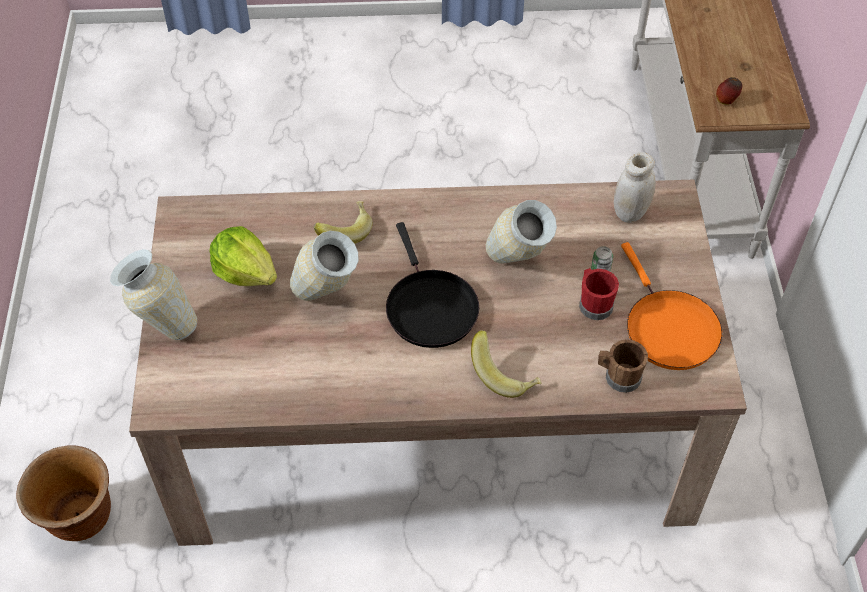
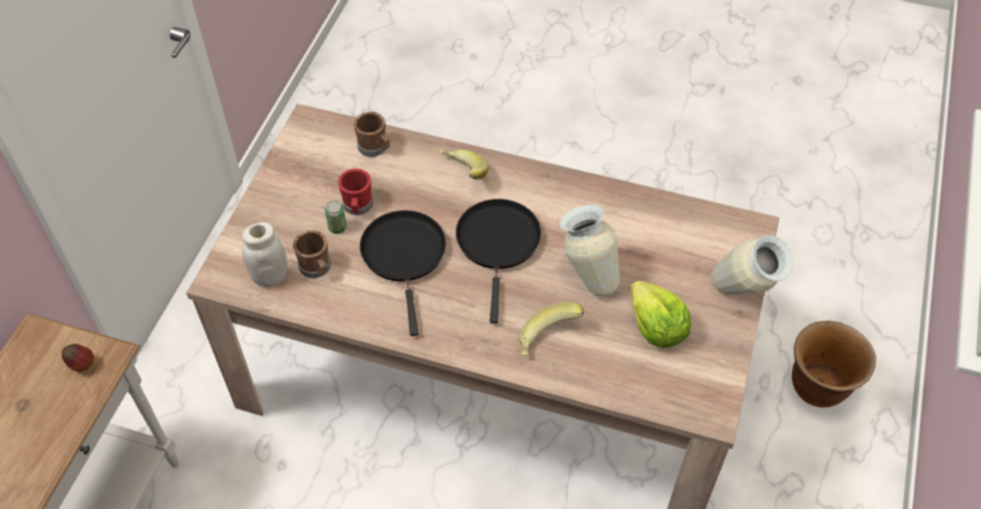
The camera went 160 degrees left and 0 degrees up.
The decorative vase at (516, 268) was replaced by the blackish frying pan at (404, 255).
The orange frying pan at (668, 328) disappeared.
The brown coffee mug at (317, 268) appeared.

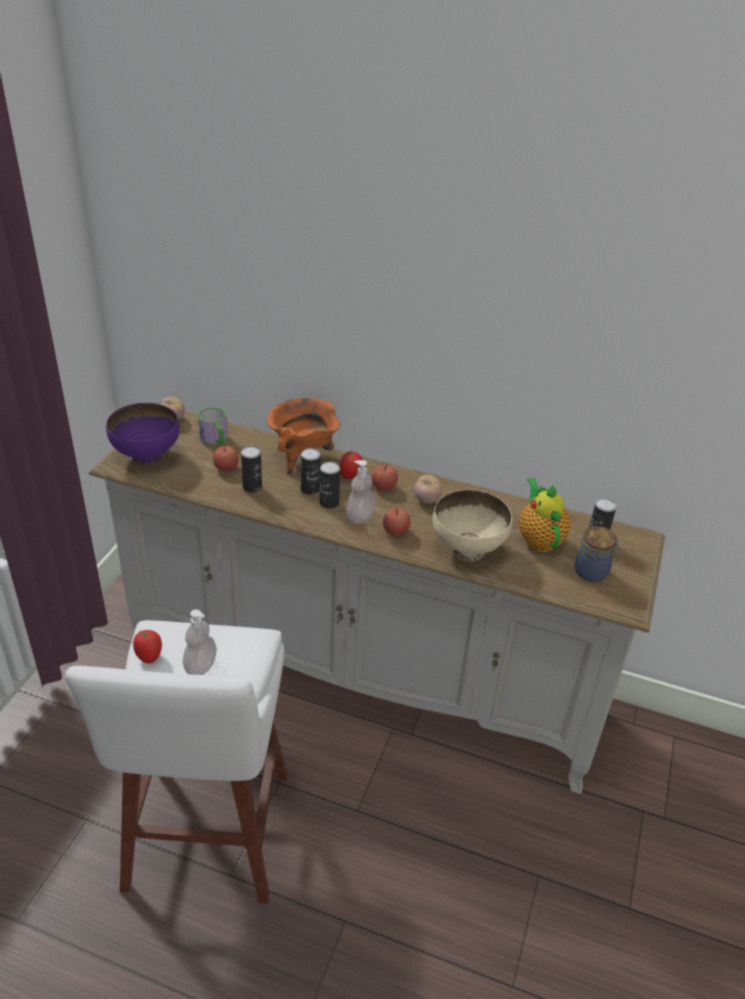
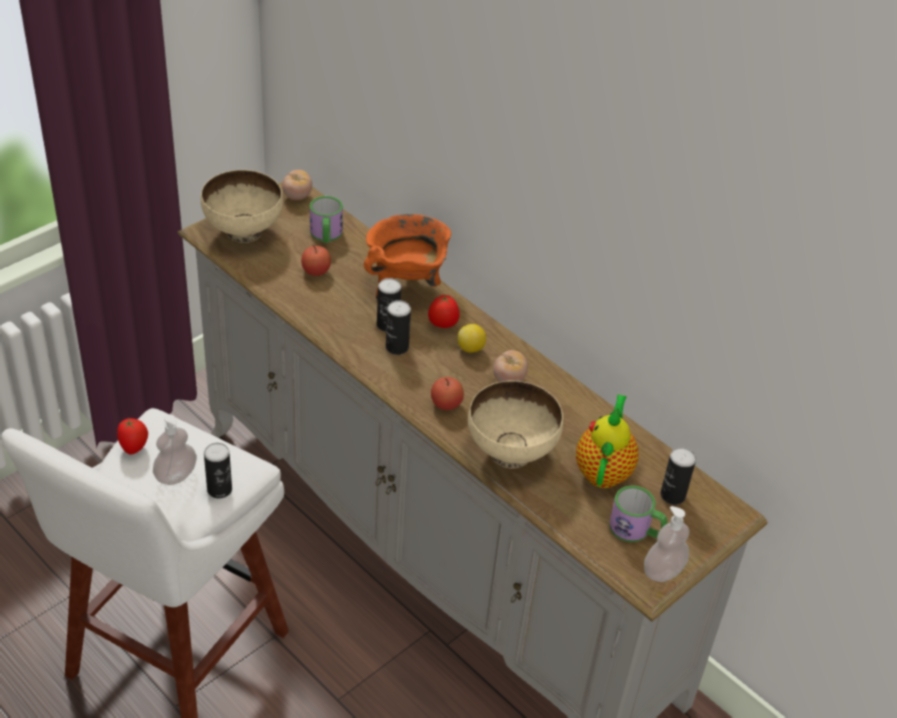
The camera went 25 degrees right and 5 degrees up.
The purple bowl at (146, 456) became the sand-coloured bowl at (243, 232).
The can moved from (252, 487) to (219, 489).
The soap dispenser moved from (359, 516) to (663, 571).
The whole apple at (384, 487) was replaced by the citrus fruit at (471, 348).
The storage jar at (592, 572) was replaced by the coffee mug at (636, 530).

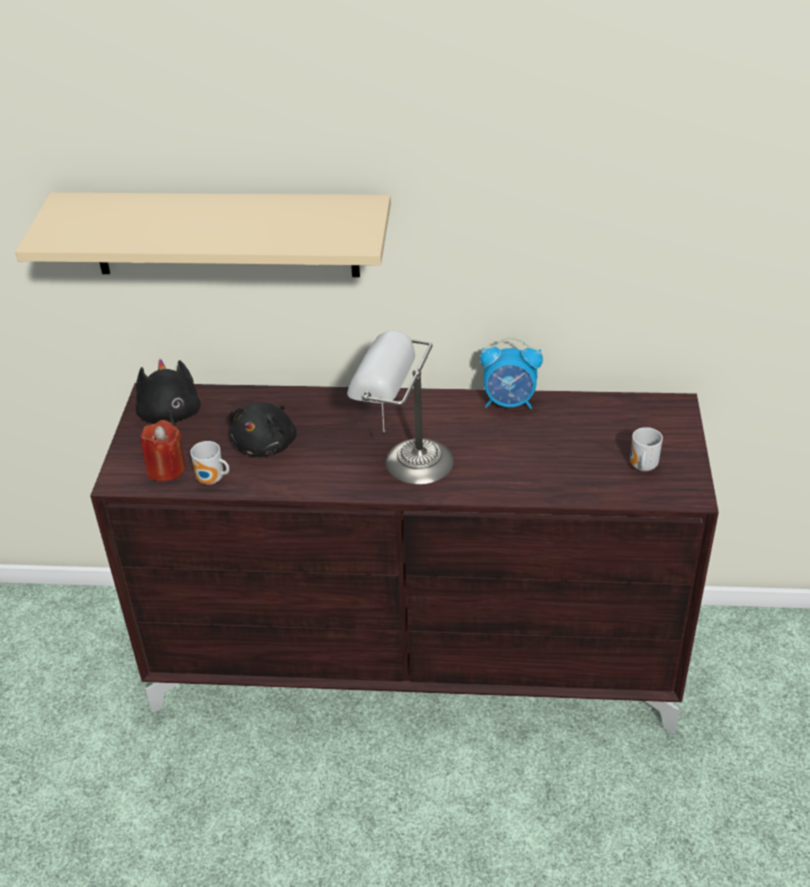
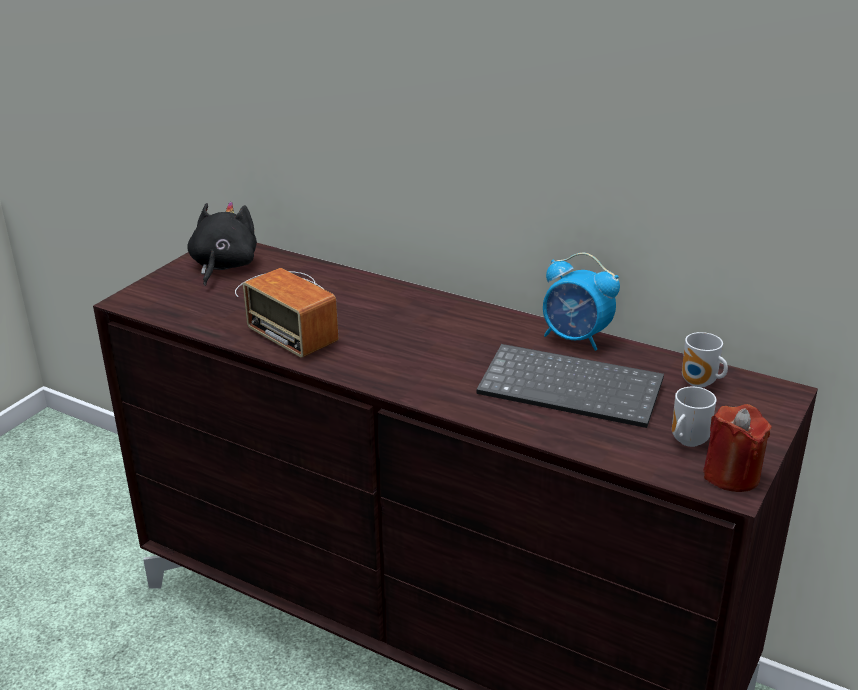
The camera went 25 degrees right and 10 degrees down.
The sand-coloured wall shelf at (224, 234) disappeared.
The reddish wax candle moved from (166, 469) to (731, 475).
The coffee mug moved from (212, 481) to (699, 384).
The blackish plush toy at (267, 445) was replaced by the radio set at (289, 309).
The whitish table lamp at (404, 459) disappeared.
The keyboard at (573, 388) appeared.

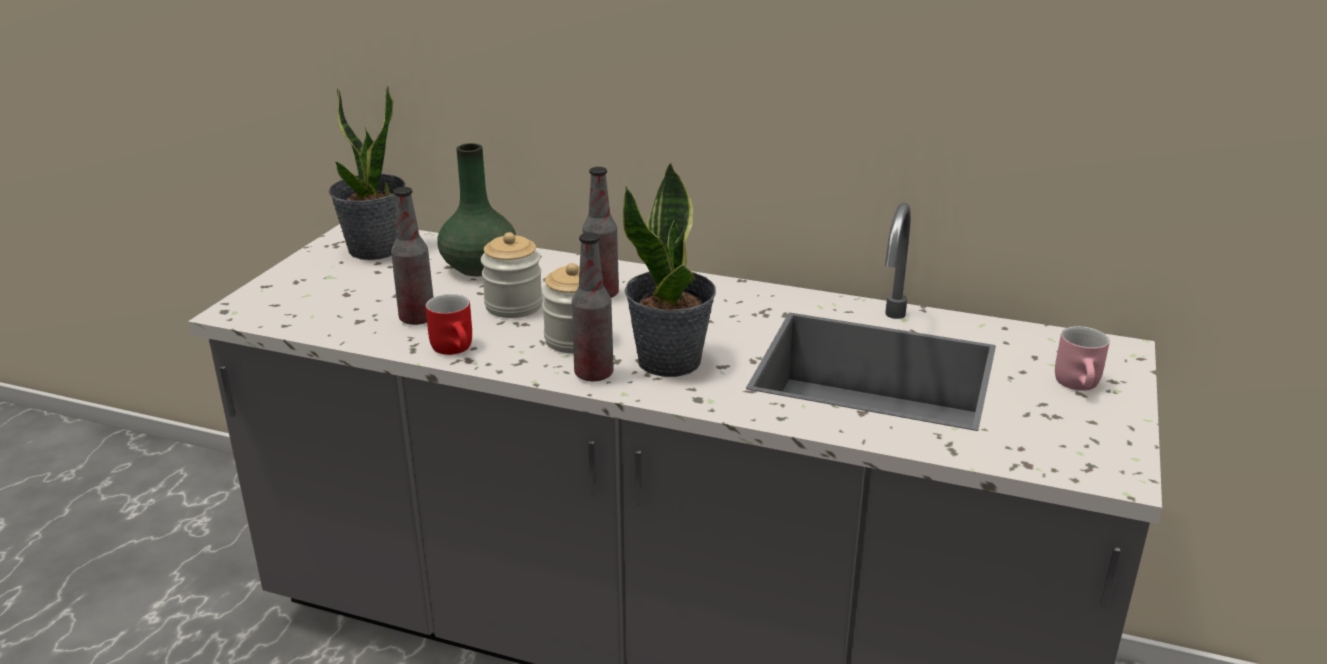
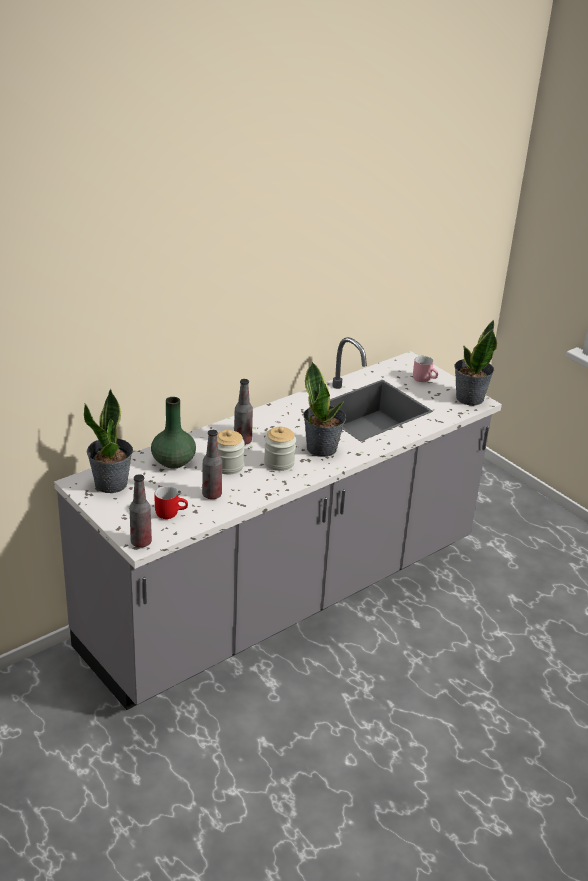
The camera went 60 degrees left and 5 degrees up.
The reddish coffee mug moved from (457, 348) to (170, 512).
The beverage bottle moved from (594, 374) to (141, 542).
The houseplant at (469, 398) appeared.

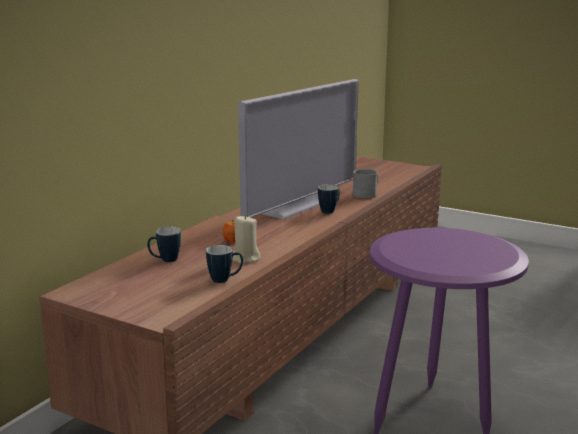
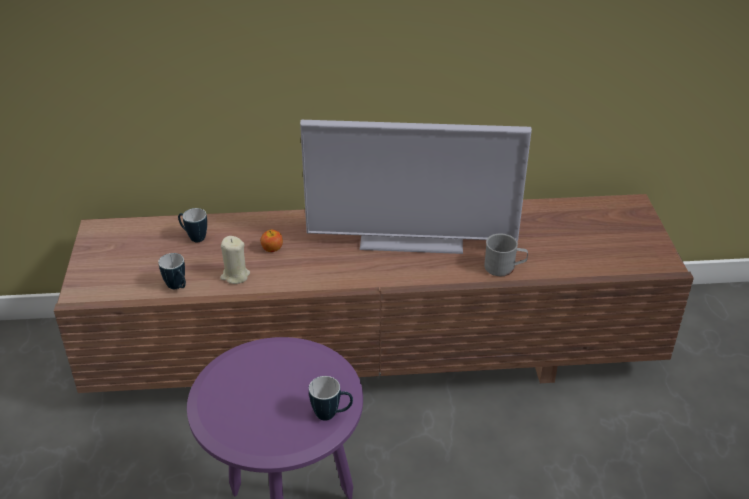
The camera went 55 degrees right and 20 degrees up.
The coffee mug moved from (330, 211) to (331, 414).

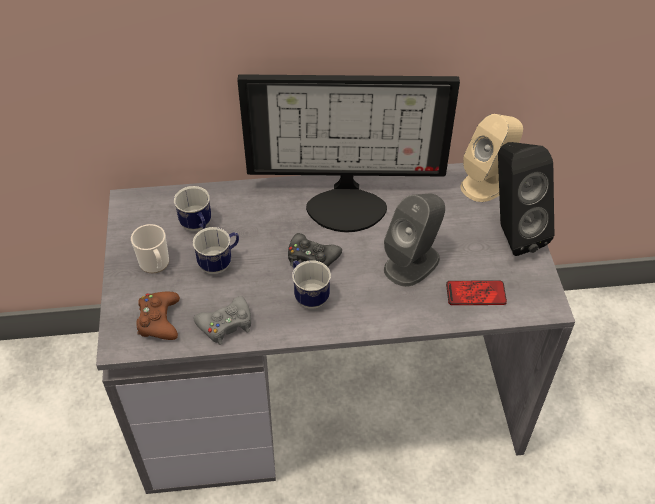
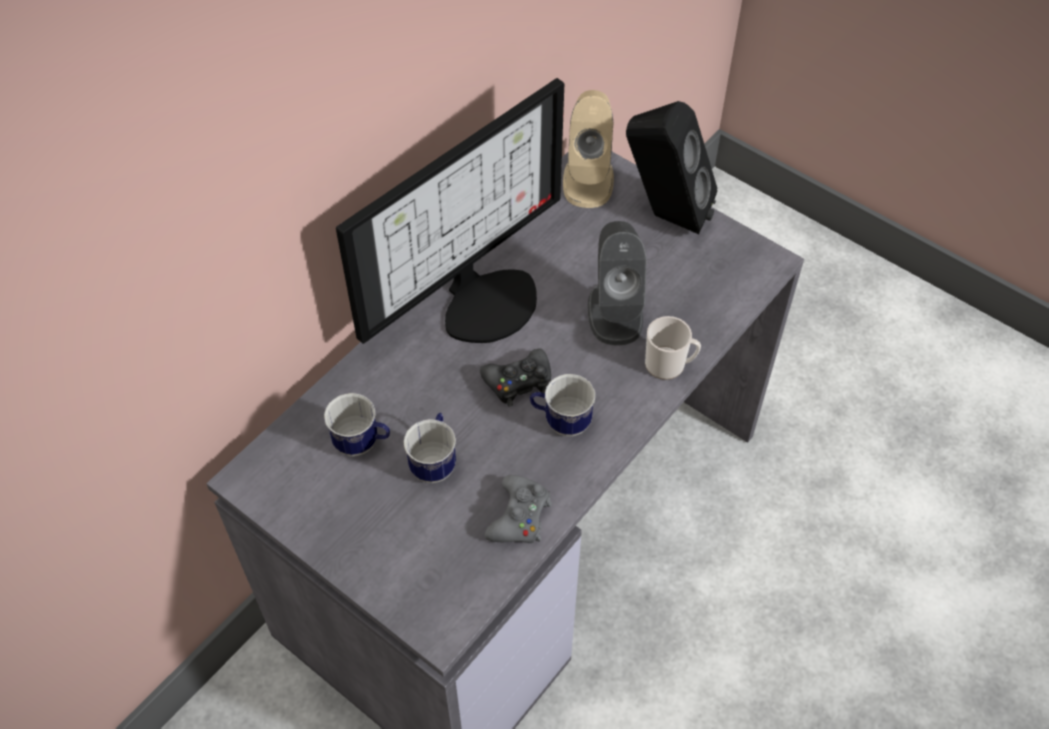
The camera went 45 degrees left and 5 degrees up.
The coffee mug moved from (155, 264) to (669, 365).
The brown game controller at (159, 320) disappeared.
The phone at (475, 293) disappeared.

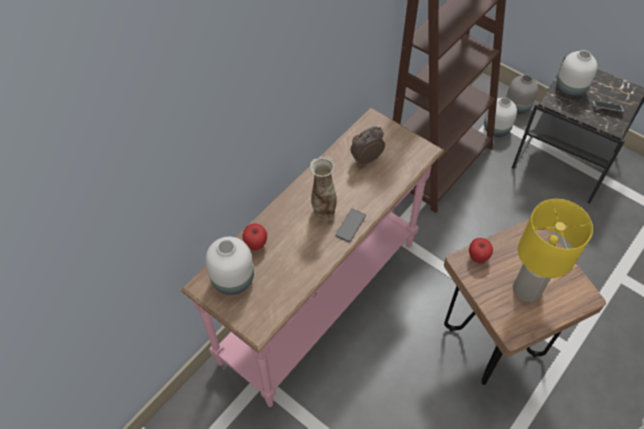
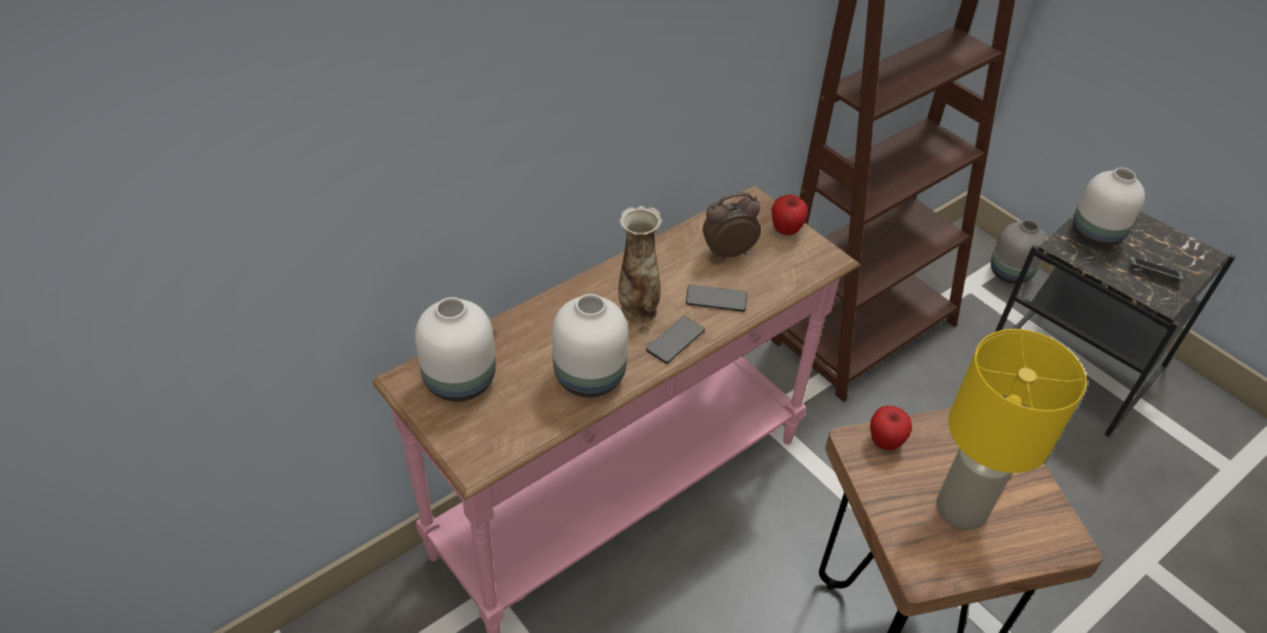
The camera went 10 degrees right and 10 degrees down.
The whole apple moved from (256, 244) to (786, 230).
The whitish decorative vase moved from (497, 129) to (591, 377).
The phone at (716, 299) appeared.

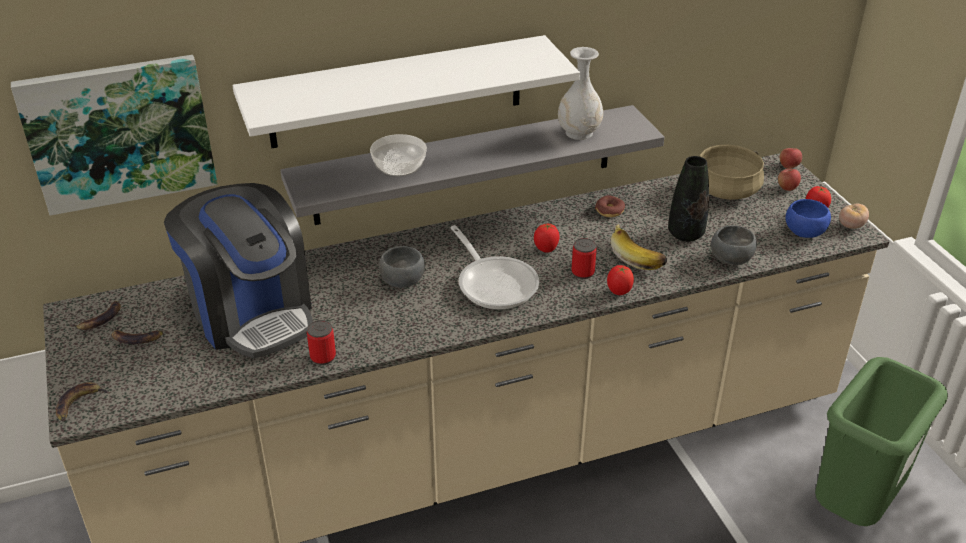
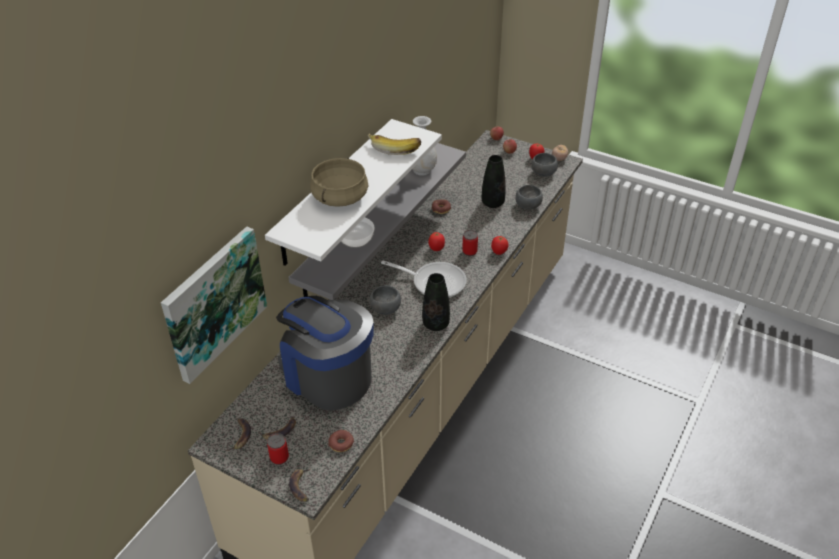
The camera went 40 degrees left and 5 degrees up.
The coffee machine at (252, 313) turned 150 degrees counterclockwise.
The can moved from (323, 357) to (279, 457).
The whole banana moved from (638, 256) to (395, 148).
The sand-coloured stockpot moved from (726, 190) to (339, 197).
The blue-coloured bowl at (804, 231) became the gray bowl at (543, 172).
The greenish trash can at (853, 506) disappeared.
The donut at (341, 444) appeared.
The blackish decorative vase at (436, 324) appeared.

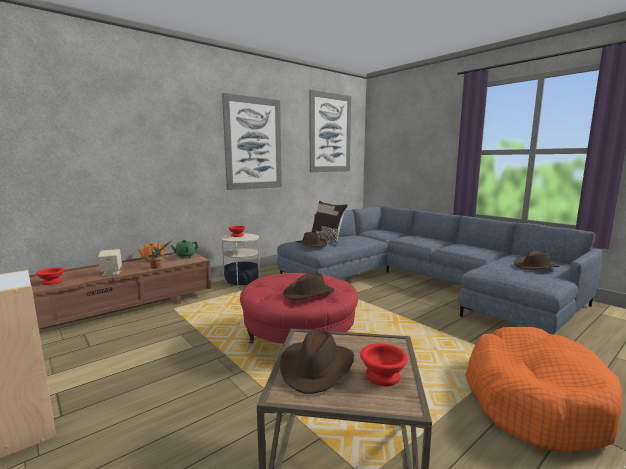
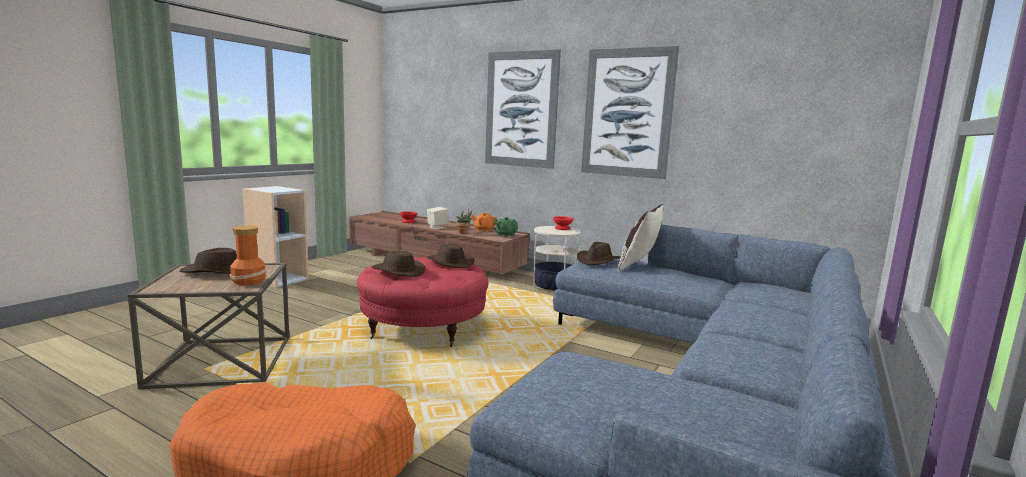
The camera went 70 degrees right and 0 degrees up.
The wall art moved from (330, 133) to (521, 109).
The reddish bowl at (384, 376) disappeared.
The brown clothing hat moved from (535, 267) to (449, 263).
The decorative vase at (249, 281) appeared.

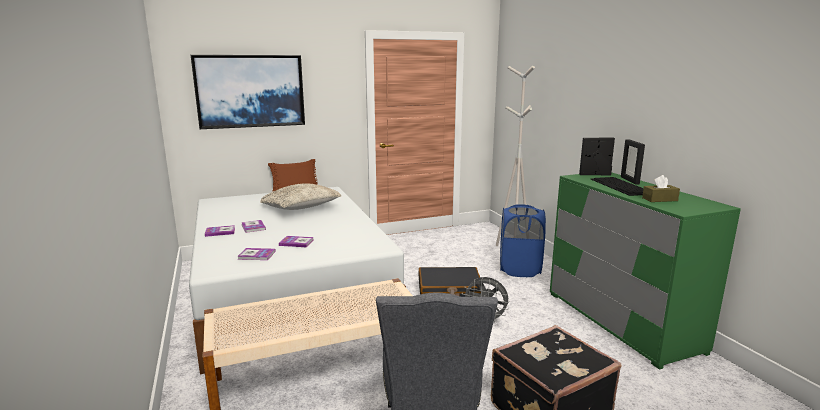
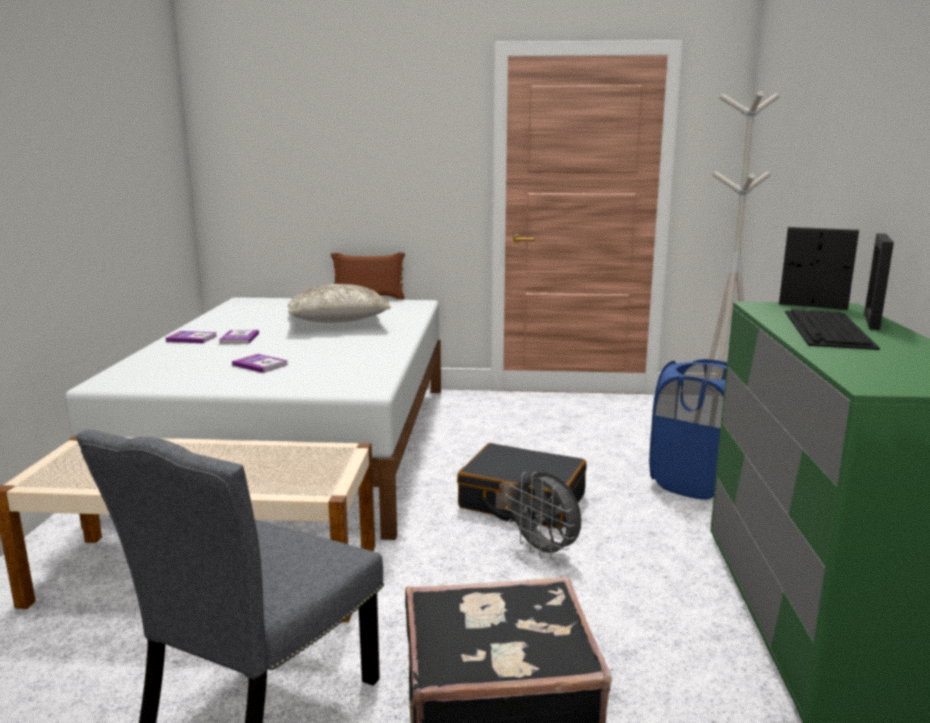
The camera went 25 degrees right and 0 degrees up.
The wall art at (250, 91) disappeared.
The volume at (256, 255) disappeared.
The brown tissue box at (659, 199) disappeared.

